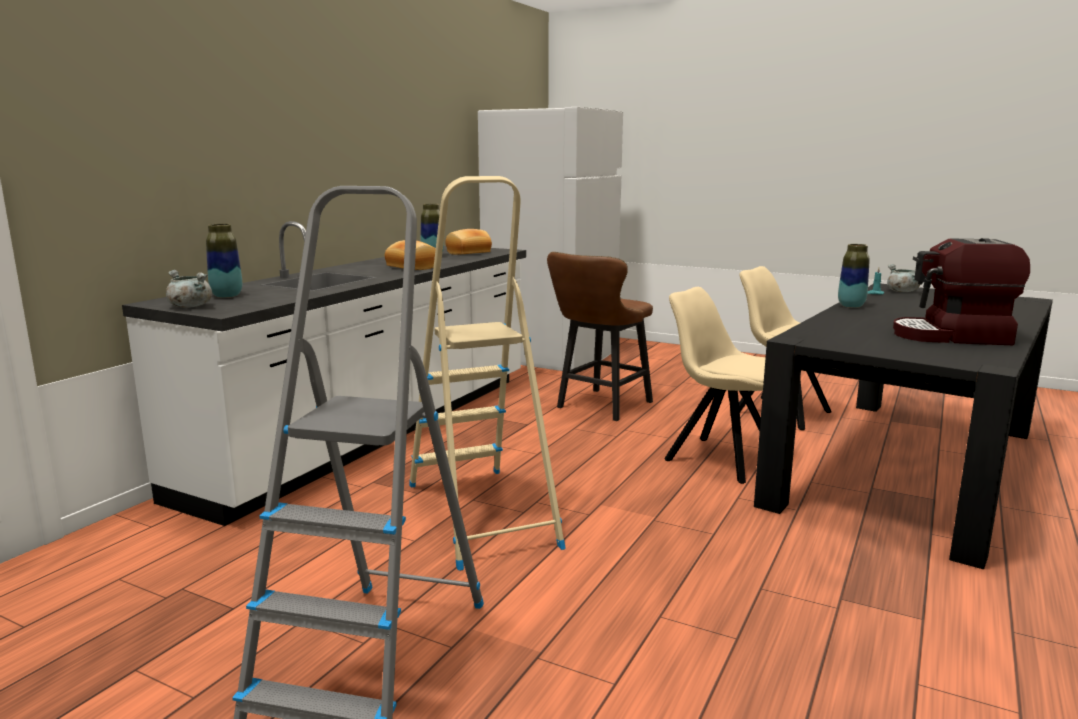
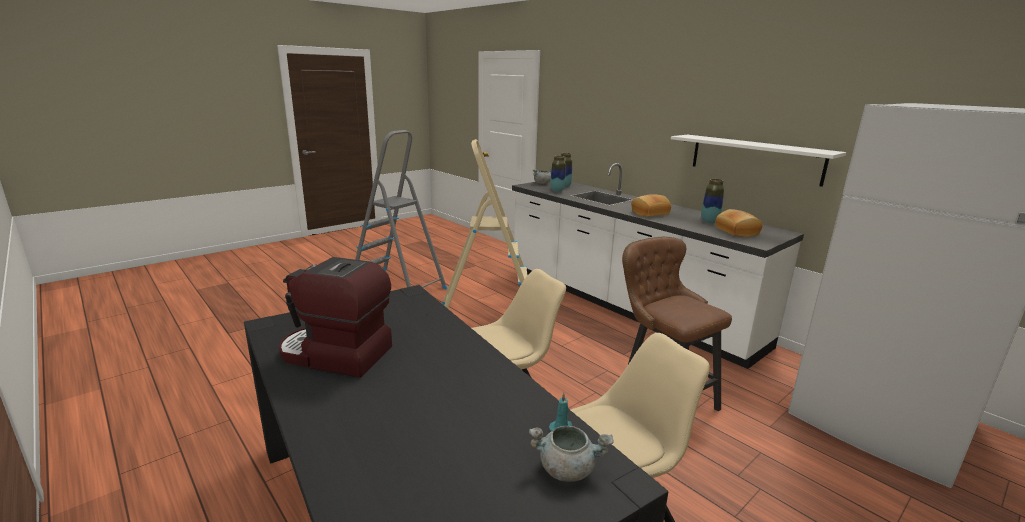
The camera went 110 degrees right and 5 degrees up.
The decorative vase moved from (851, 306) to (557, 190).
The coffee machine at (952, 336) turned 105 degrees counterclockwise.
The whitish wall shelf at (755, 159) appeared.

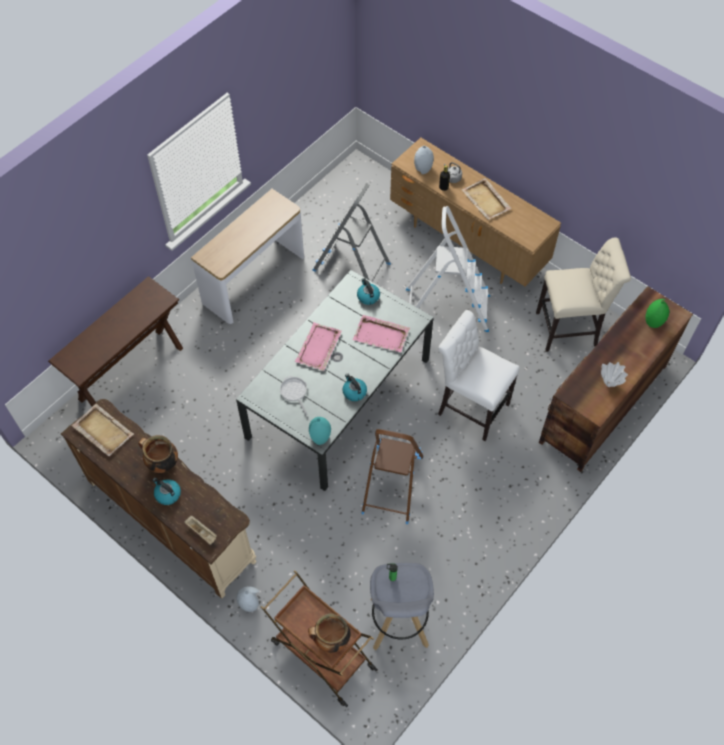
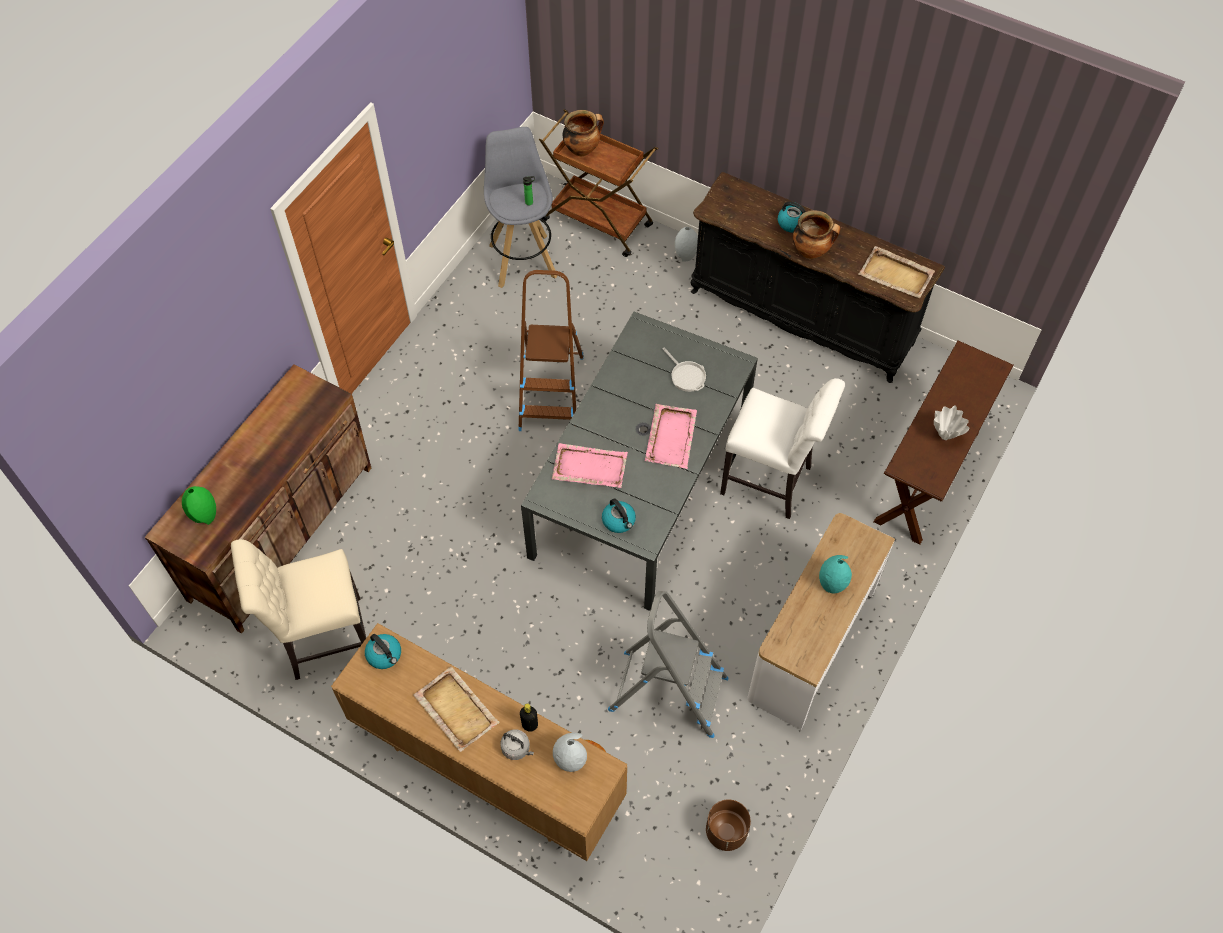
The camera went 170 degrees right and 0 degrees up.
The sand-coloured cupboard at (172, 519) became the blackish cupboard at (800, 319).
The sand-coloured carrying tray at (202, 532) disappeared.
The turquoise-coloured decorative vase moved from (320, 437) to (832, 583).
The kettle moved from (354, 392) to (385, 655).
The whitish step ladder at (447, 310) disappeared.
The whitish sitting stool moved from (470, 407) to (771, 483).
The whitish decorative vase moved from (609, 385) to (944, 436).
The brown plant pot at (726, 832) appeared.

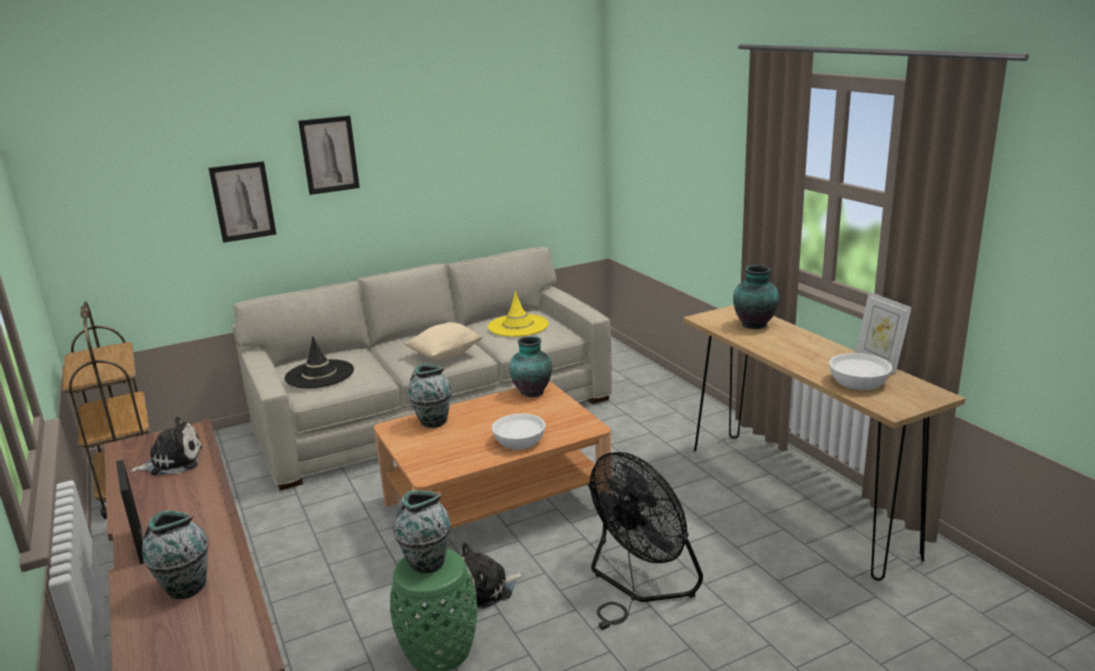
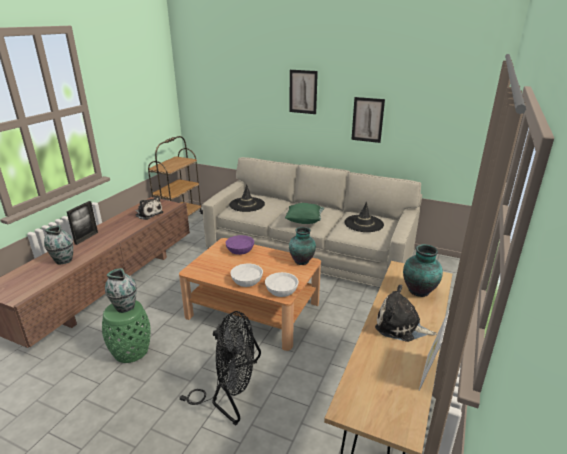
The camera went 50 degrees right and 5 degrees up.
The wall art moved from (243, 201) to (367, 120).
The sand-coloured cushion at (445, 355) became the greenish cushion at (304, 221).
The decorative vase at (432, 421) was replaced by the purple bowl at (240, 249).
The plush toy moved from (487, 589) to (401, 326).
The yellow clothing hat at (518, 326) became the blackish clothing hat at (363, 223).
The whitish bowl moved from (859, 382) to (281, 290).

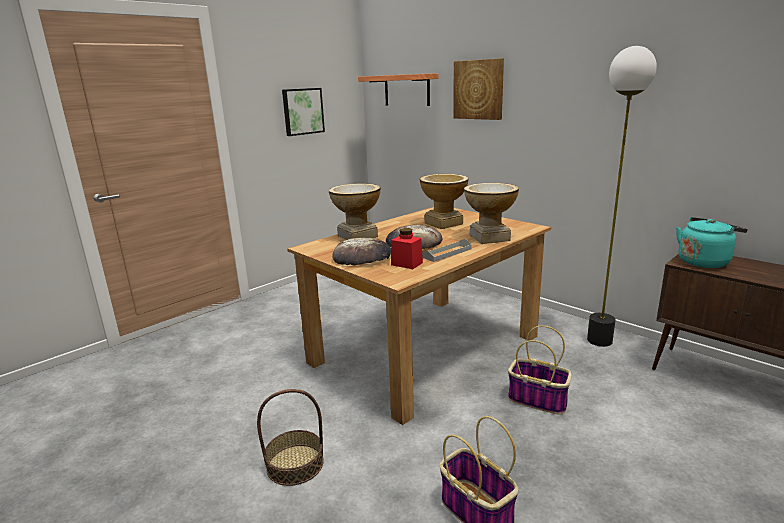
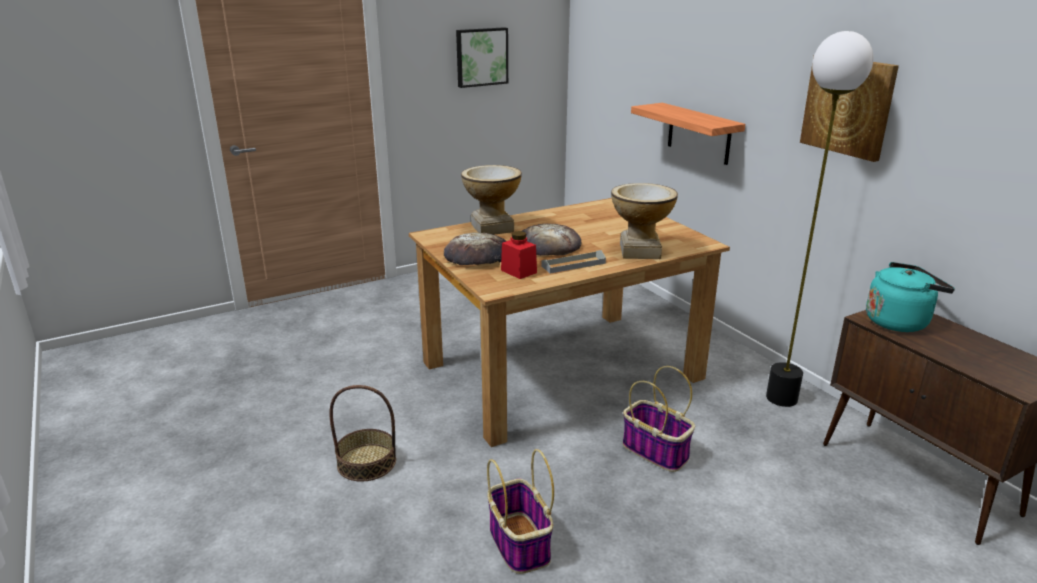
The camera went 15 degrees right and 5 degrees up.
The wall shelf moved from (406, 90) to (699, 133).
The decorative vase at (444, 223) disappeared.
The wall art moved from (478, 89) to (848, 106).

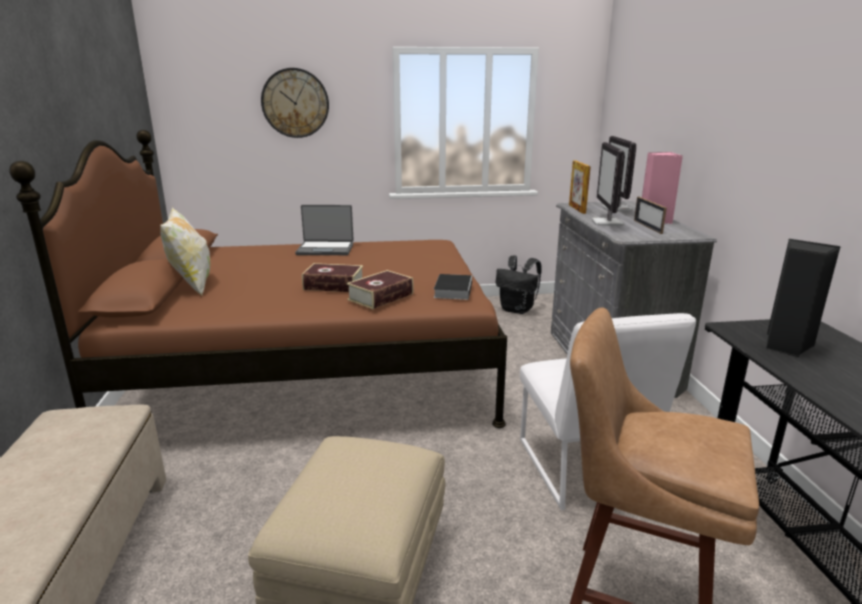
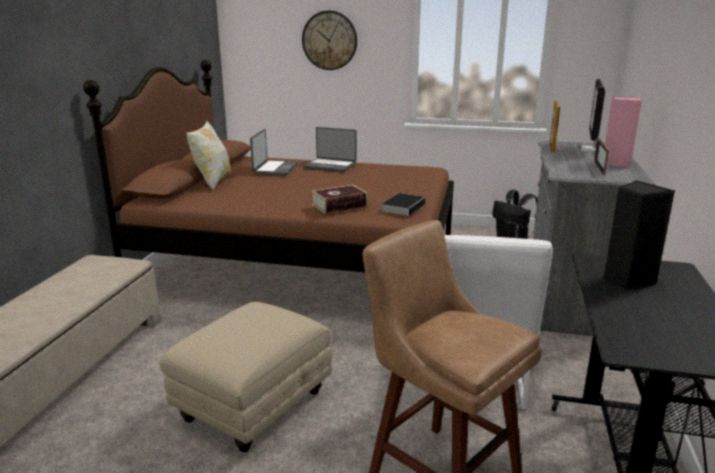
The camera went 20 degrees right and 0 degrees up.
The volume at (334, 285) disappeared.
The computer screen at (607, 223) disappeared.
The notebook computer at (274, 169) appeared.

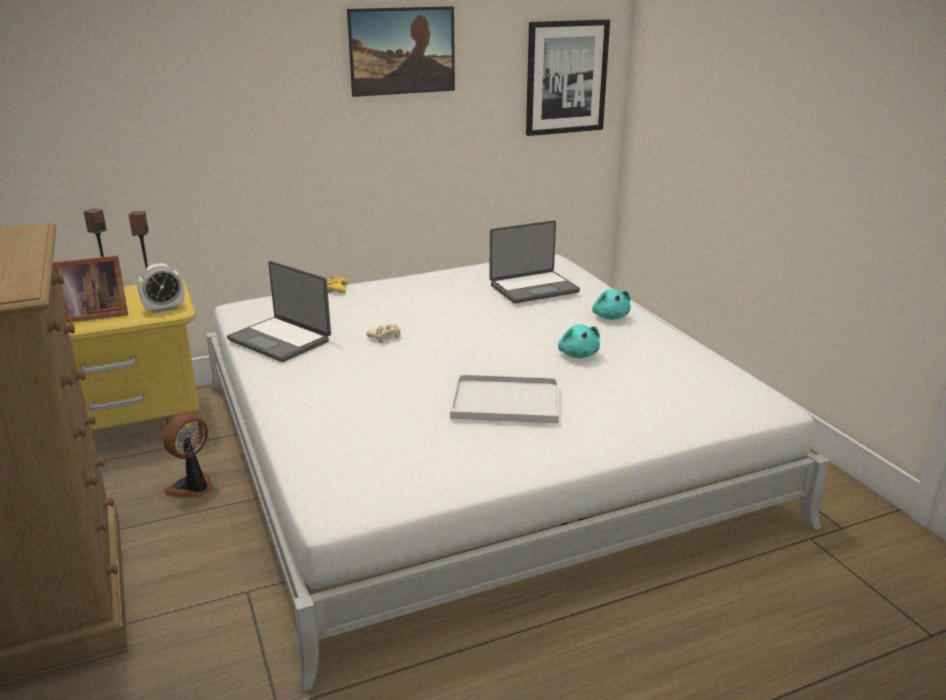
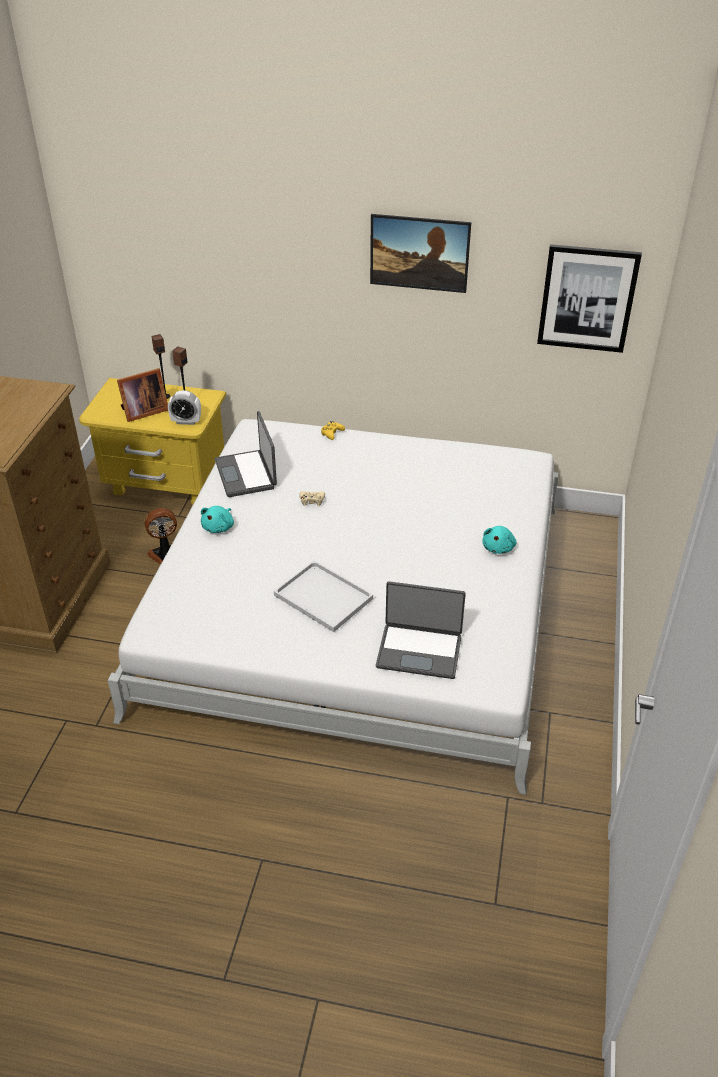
The camera went 35 degrees right and 15 degrees up.
The photo frame at (93, 315) turned 45 degrees counterclockwise.
The notebook computer moved from (533, 288) to (419, 651).
The turquoise-coloured plush toy moved from (578, 354) to (219, 527).

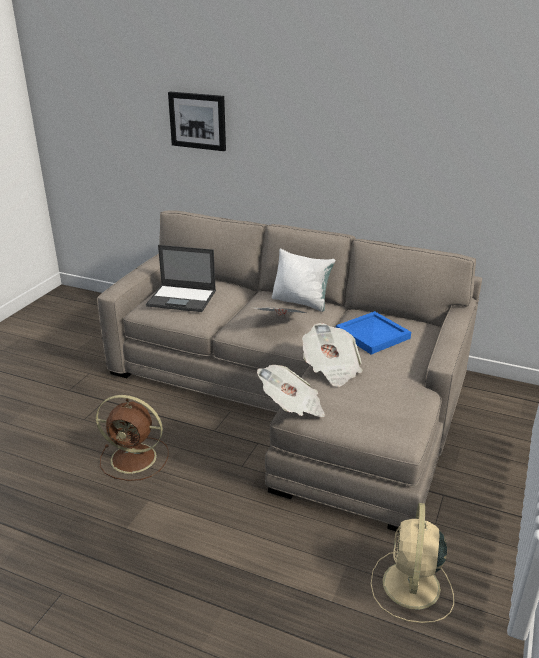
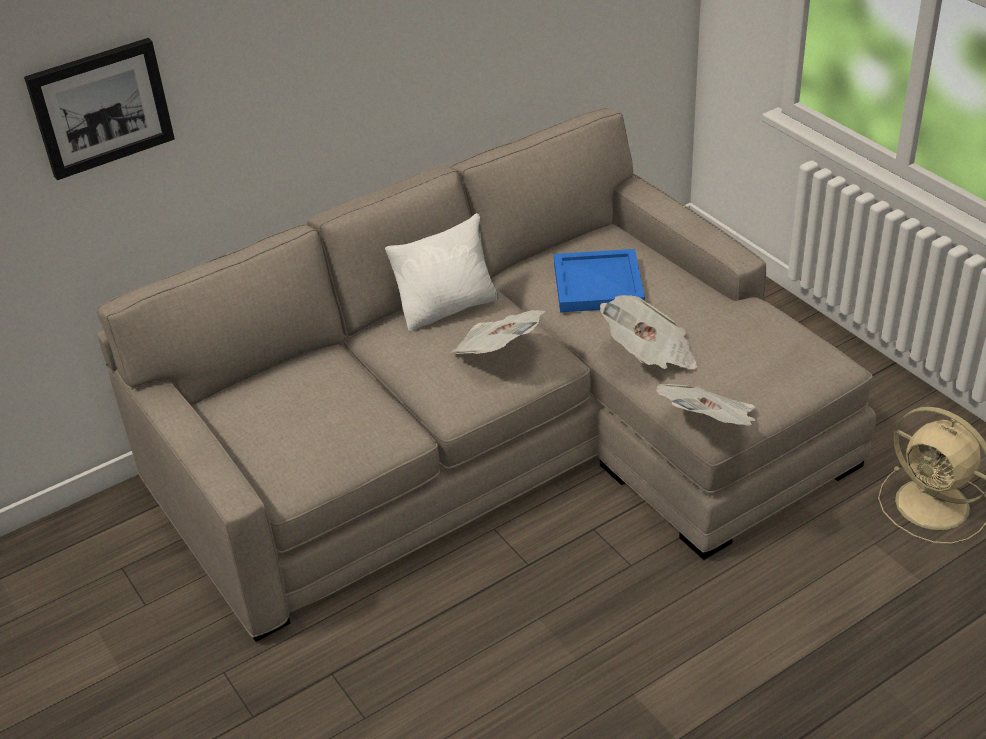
The camera went 55 degrees left and 10 degrees up.
The brown cooling fan at (135, 458) disappeared.
The notebook computer at (182, 298) disappeared.

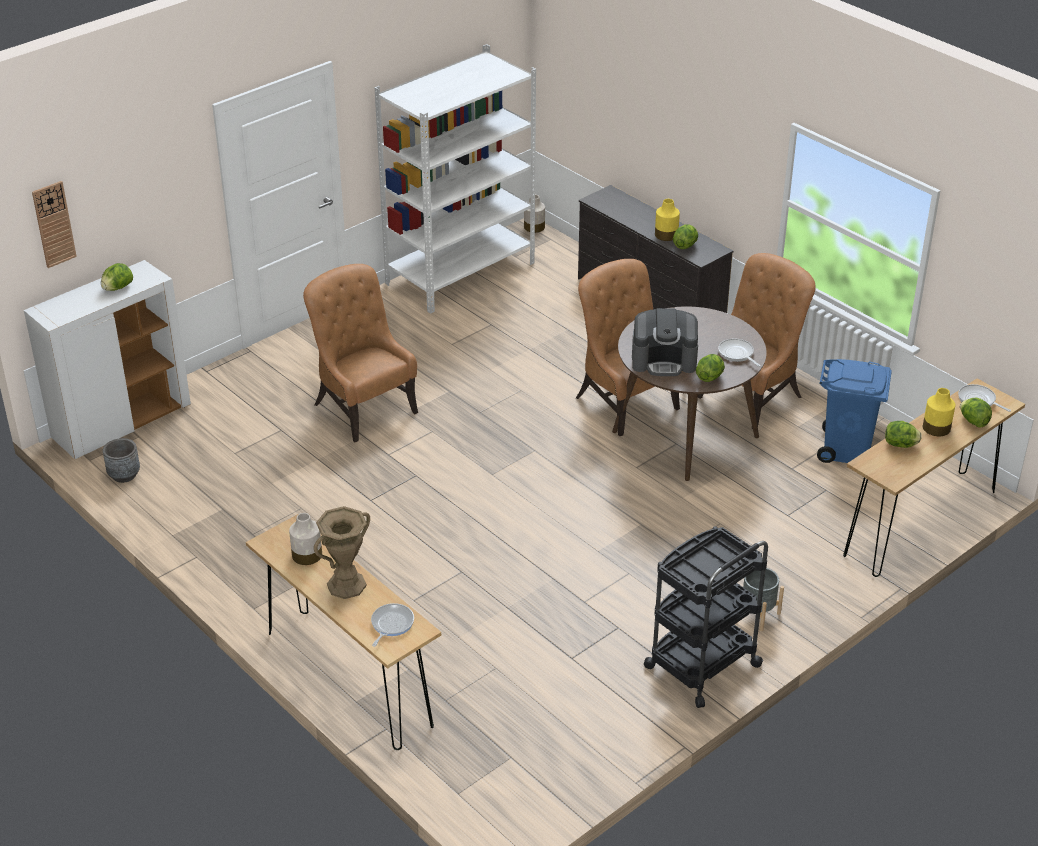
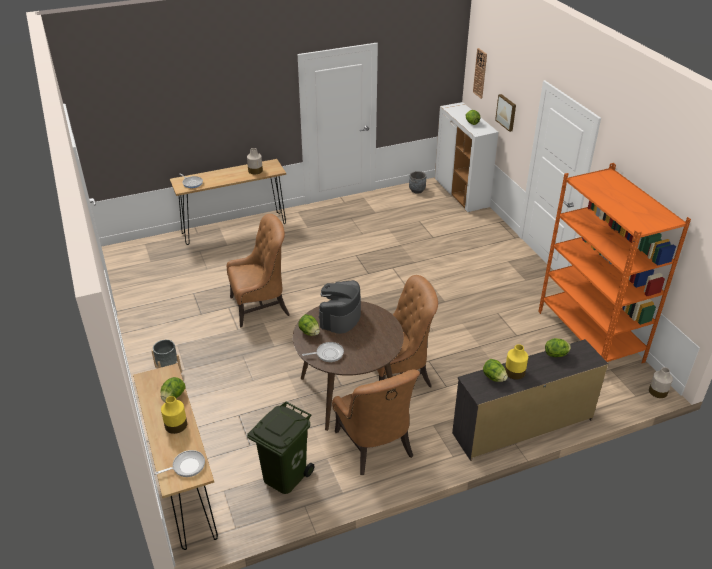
The camera went 110 degrees right and 0 degrees up.
The brown chair moved from (363, 408) to (260, 306).
The brown decorative vase at (346, 585) disappeared.
The whitish shelving unit at (460, 273) became the orange shelving unit at (589, 336).
The blackish trolley at (702, 665) disappeared.
The blue-coloured trash can at (846, 450) became the greenish trash can at (284, 475).
The lettuce moved from (973, 421) to (556, 354).
The wall art at (506, 112) appeared.

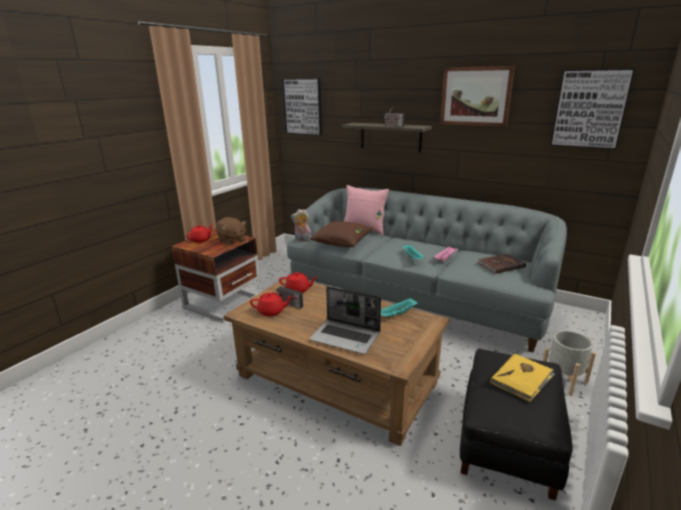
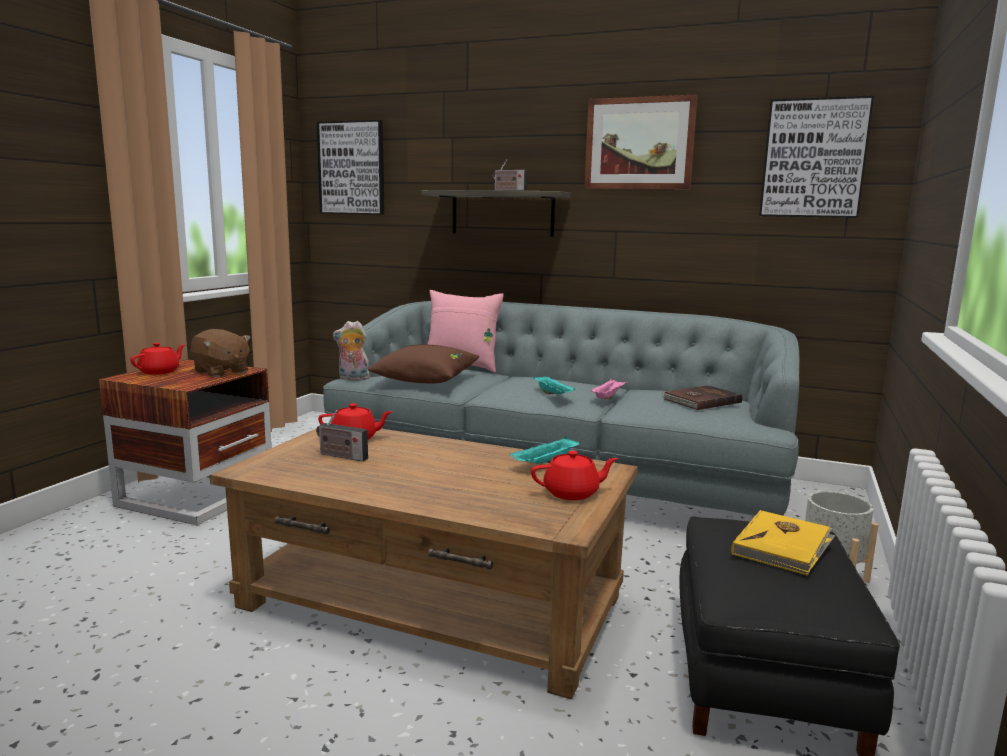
The camera went 10 degrees left and 10 degrees down.
The reddish teapot moved from (272, 311) to (572, 493).
The notebook computer at (346, 337) disappeared.

